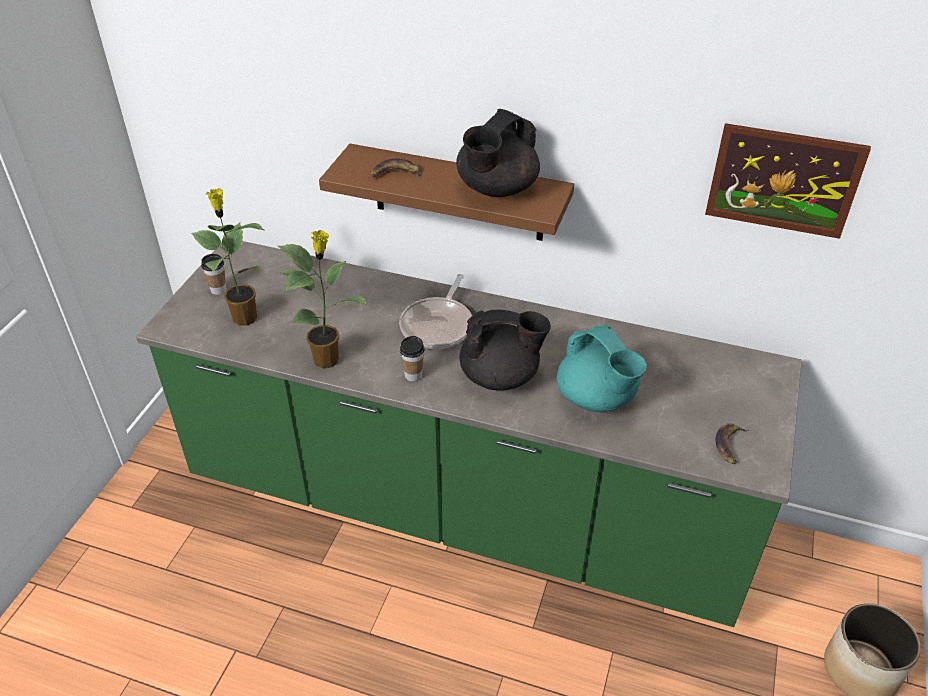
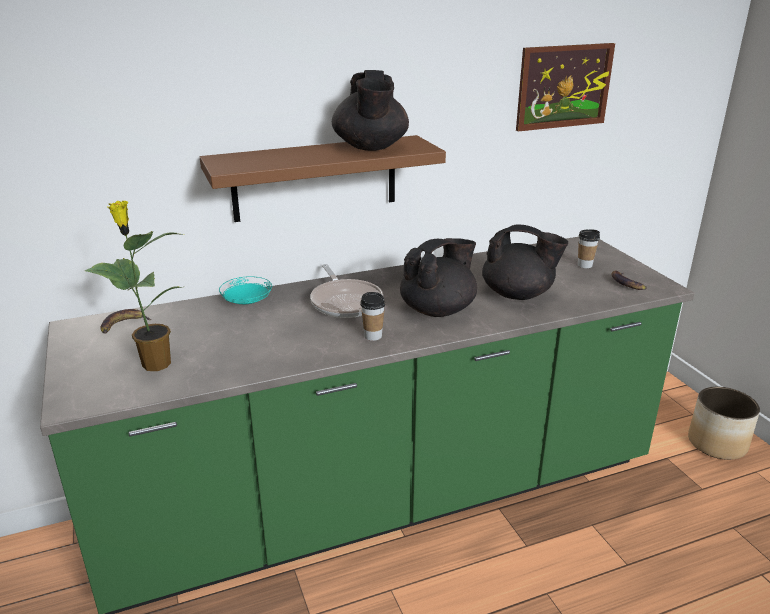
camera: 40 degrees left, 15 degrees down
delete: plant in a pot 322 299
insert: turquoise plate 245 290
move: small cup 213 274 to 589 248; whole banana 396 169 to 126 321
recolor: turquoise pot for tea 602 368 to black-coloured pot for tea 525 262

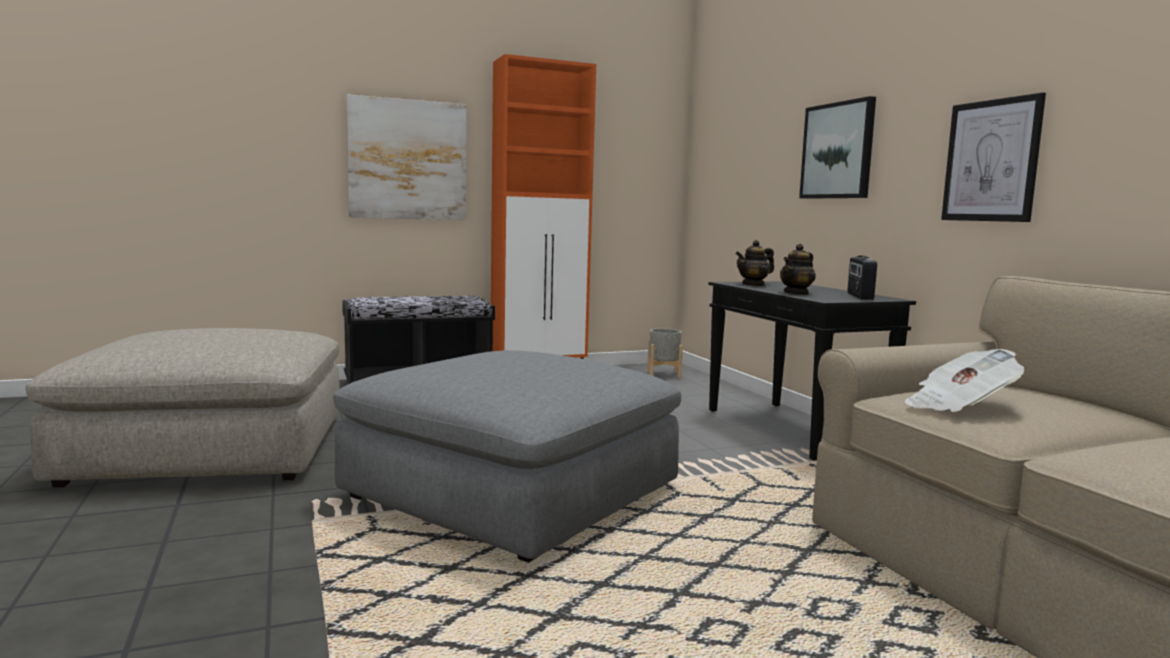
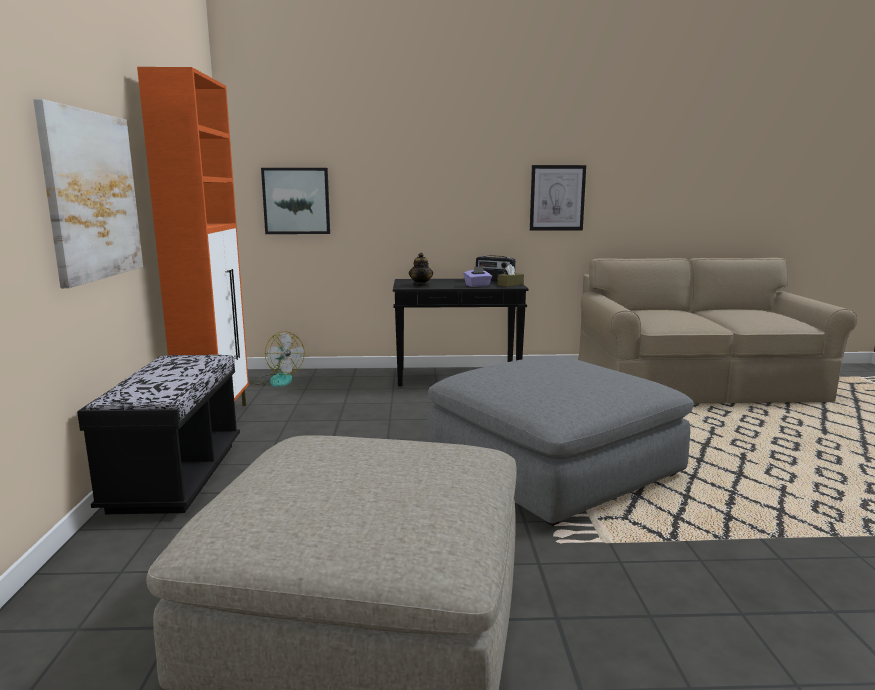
camera: 70 degrees left, 5 degrees up
delete: daily paper 964 380
insert: brownish box of tissues 511 275
move: wall picture 837 147 to 295 201
replace: grey plant pot 665 354 to cooling fan 278 359; pot for tea 798 269 to purple box of tissues 477 276

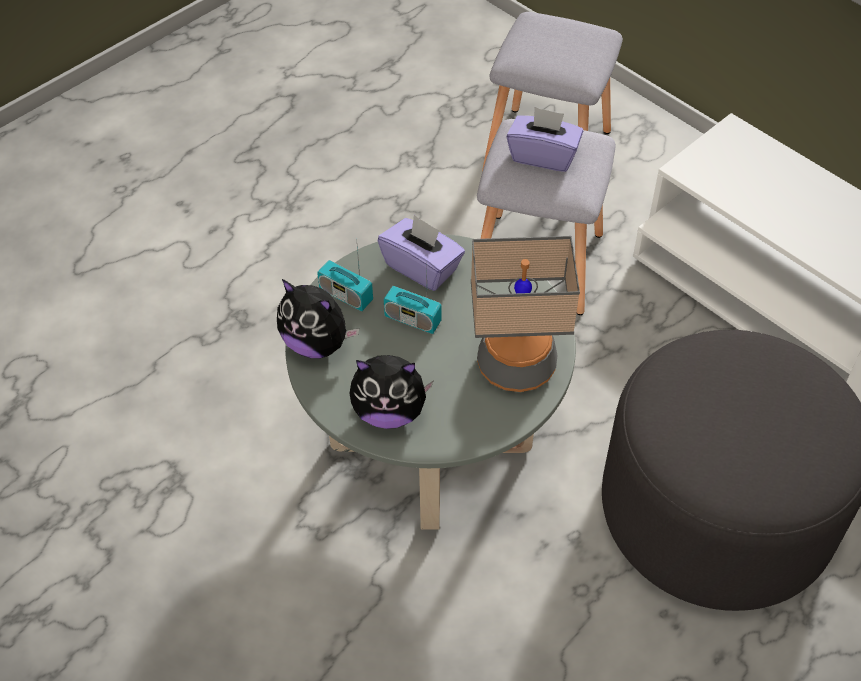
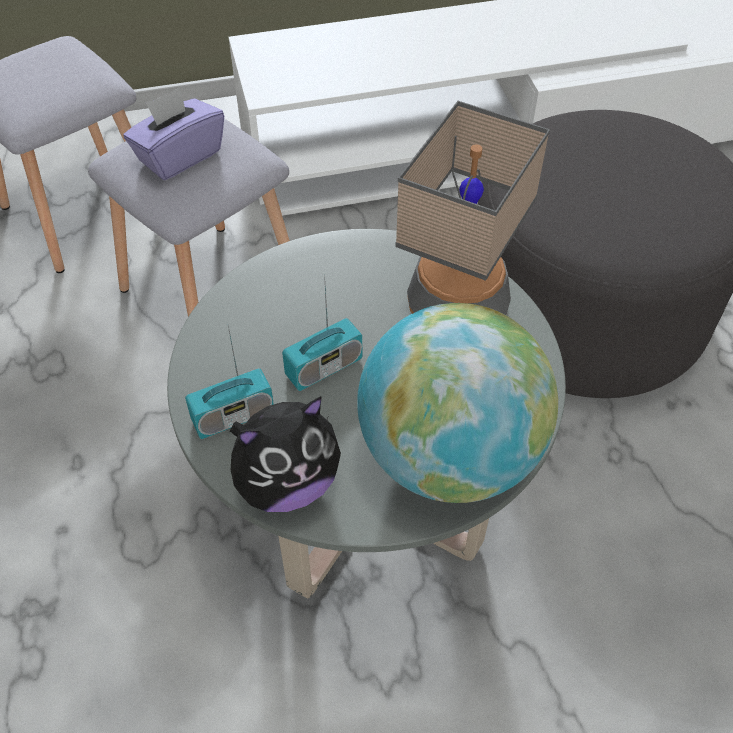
camera: 60 degrees left, 0 degrees up
delete: purple box of tissues 421 253
replace: cuddly toy 392 392 to globe 457 403

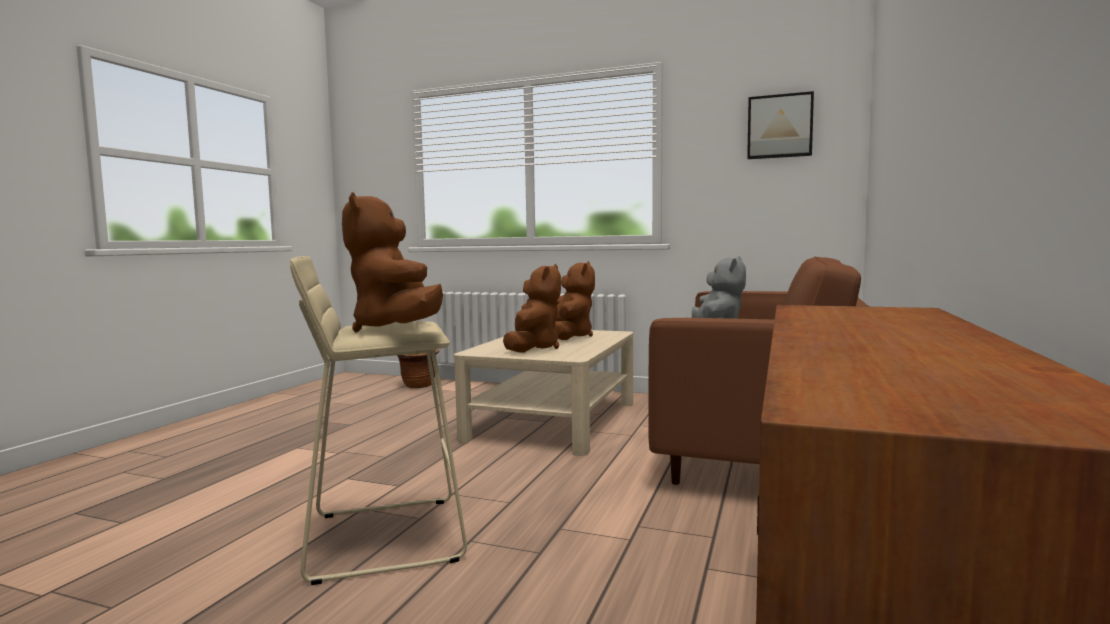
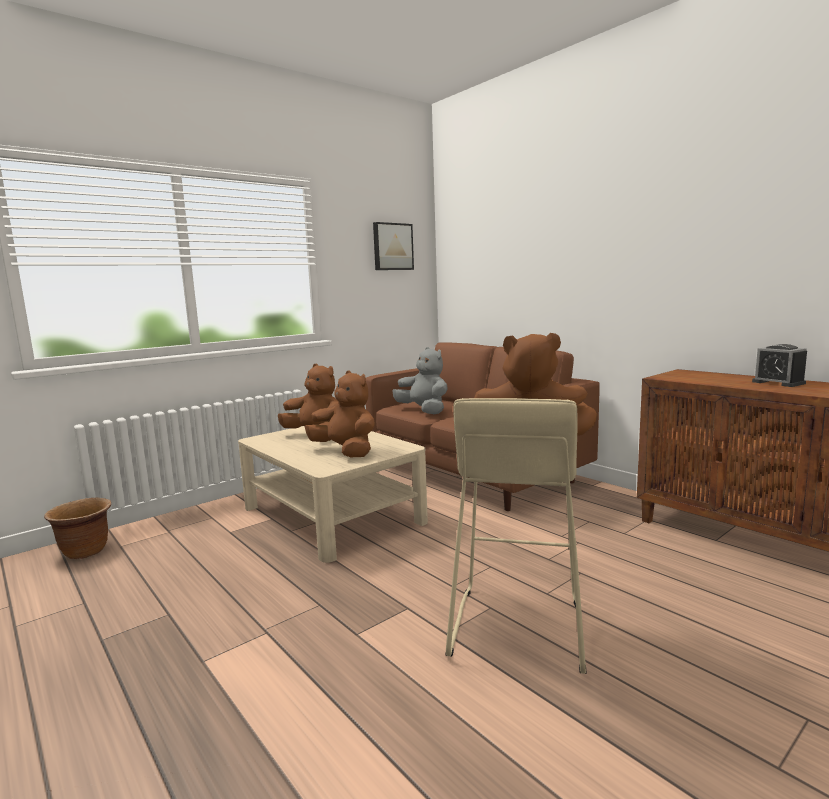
camera: 60 degrees left, 5 degrees up
insert: table clock 779 365

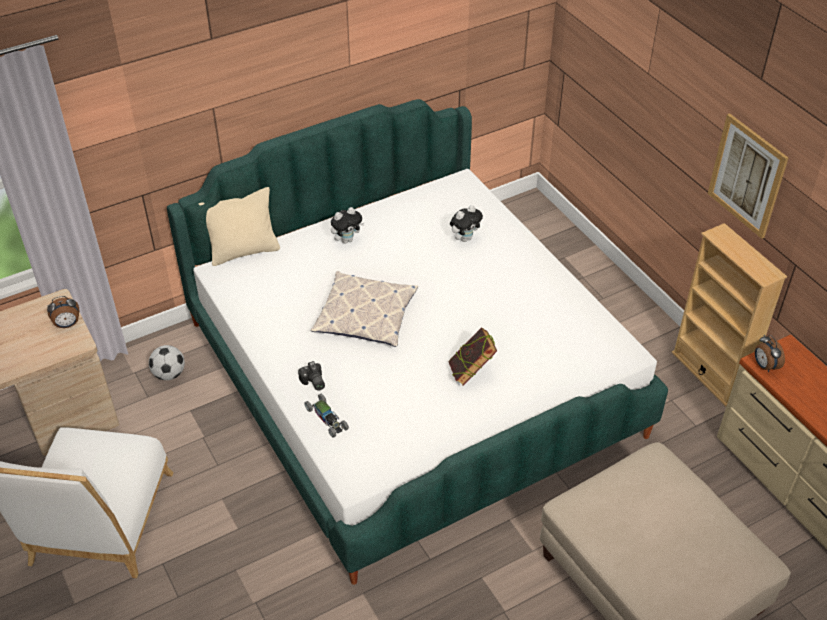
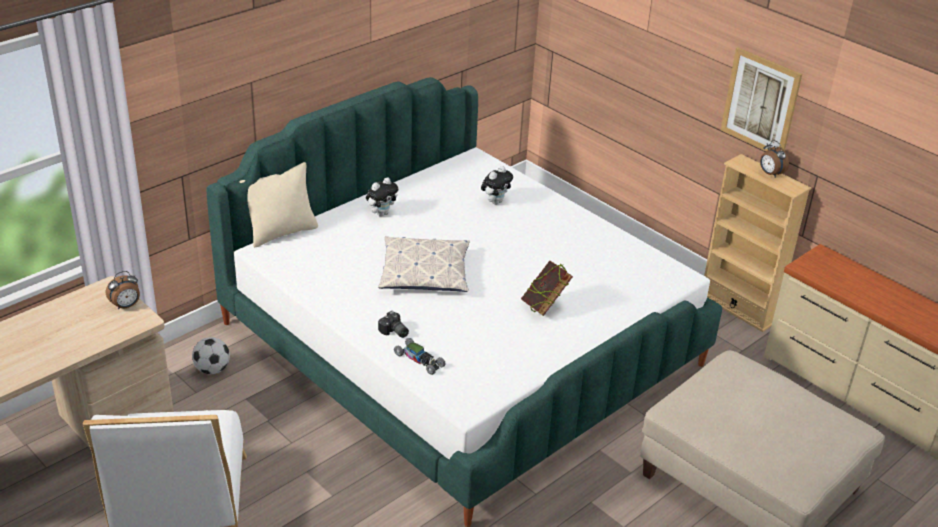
camera: 15 degrees left, 10 degrees down
move: table clock 770 353 to 774 159

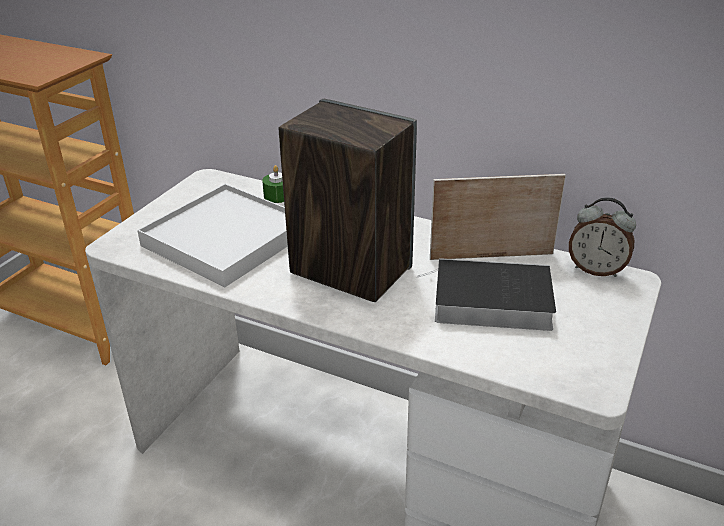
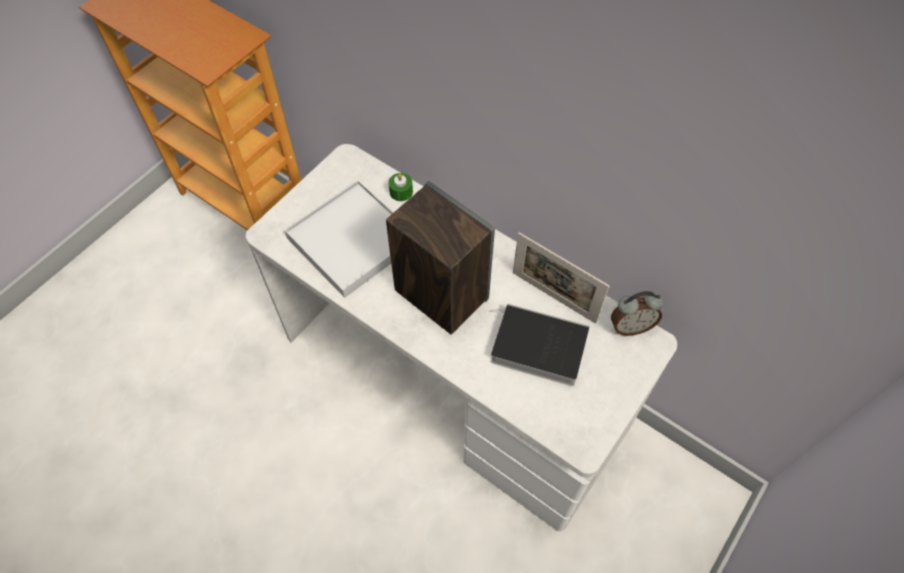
camera: 10 degrees right, 25 degrees up
rotate: picture frame 498 217 = 561 278 150 degrees counterclockwise; table clock 602 237 = 637 313 45 degrees counterclockwise

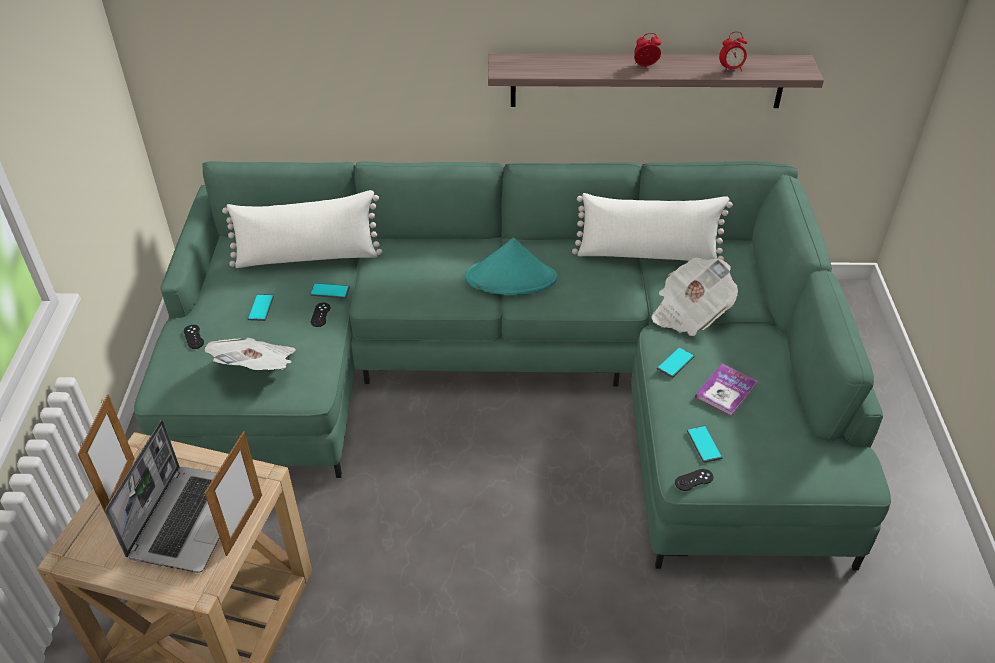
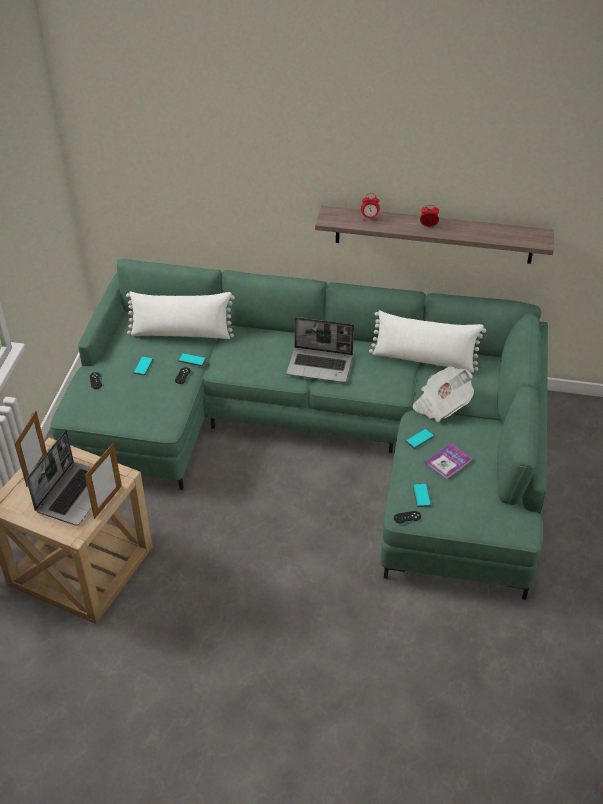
camera: 10 degrees right, 0 degrees up
delete: daily paper 250 354
move: table clock 733 52 to 370 206
replace: turquoise hat 511 266 to portable computer 320 350

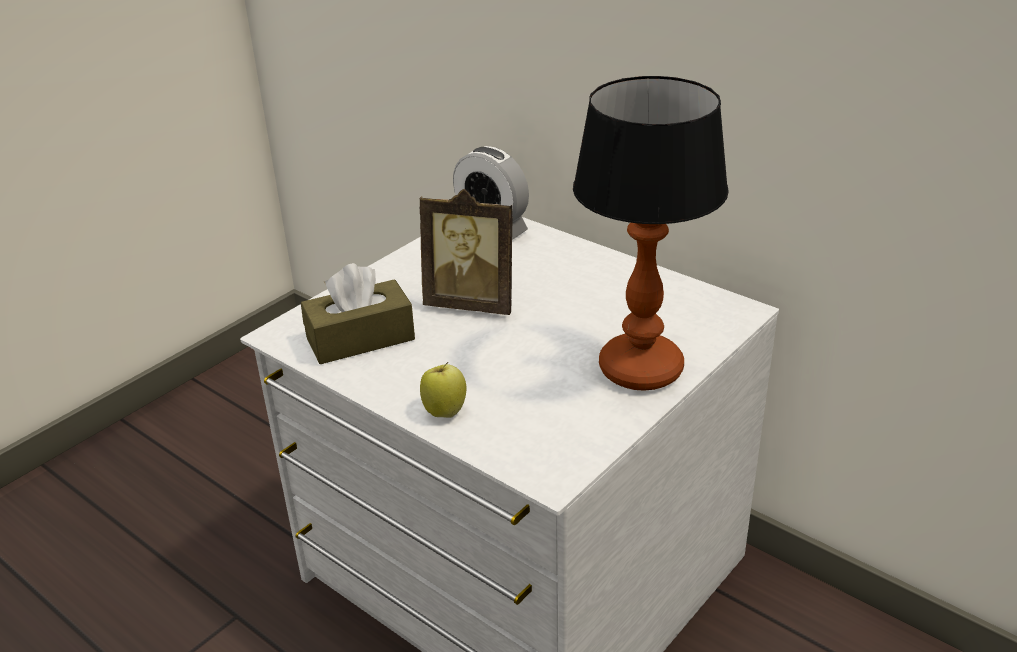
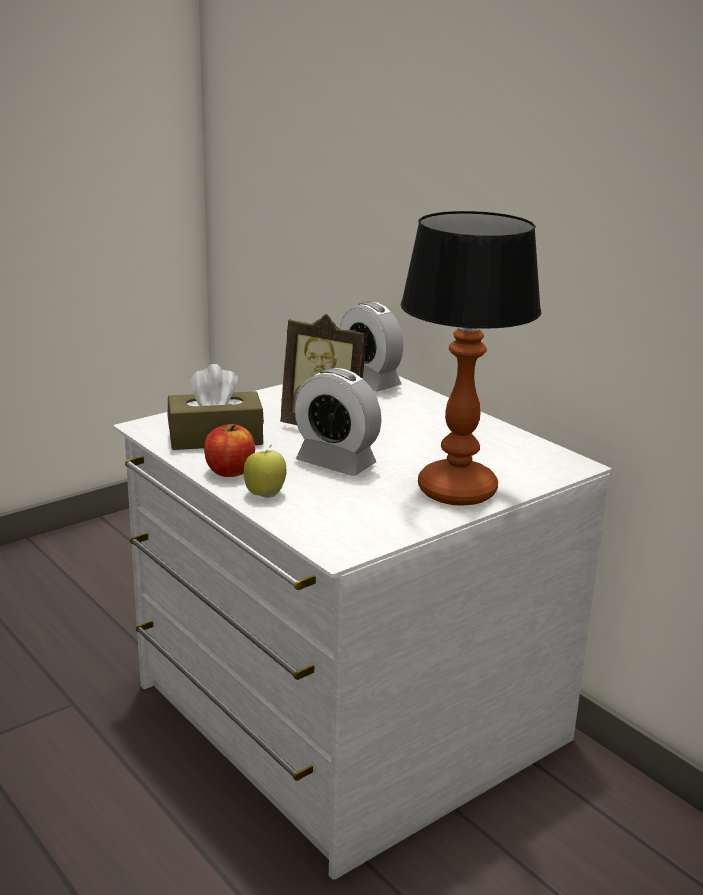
camera: 10 degrees right, 10 degrees down
insert: apple 229 450; table clock 338 422

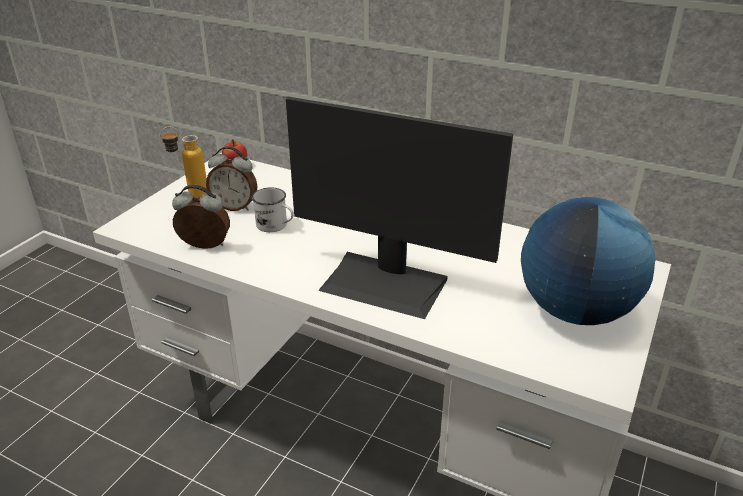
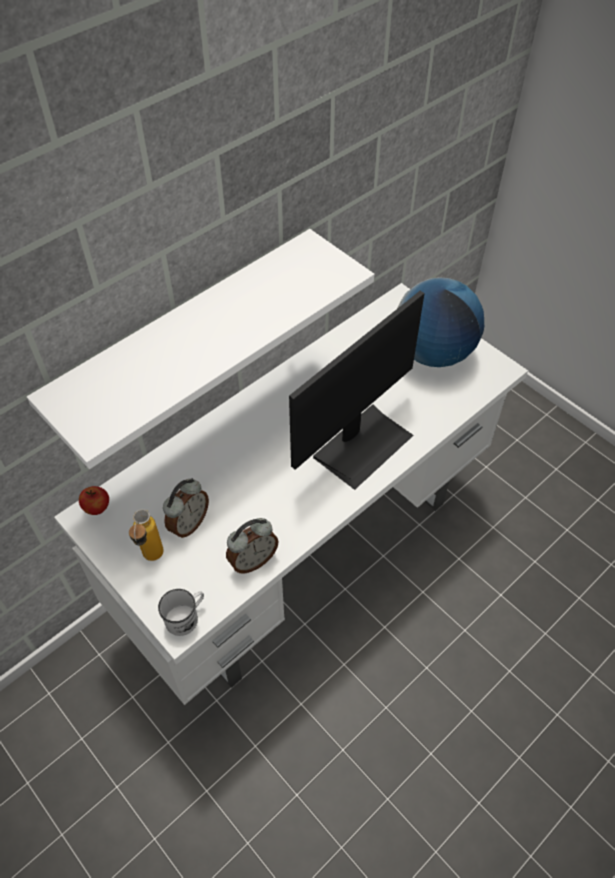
camera: 70 degrees left, 20 degrees up
insert: white-coloured wall shelf 200 349
move: white-coloured coffee mug 273 209 to 181 612
rotate: table clock 201 217 = 252 545 150 degrees counterclockwise

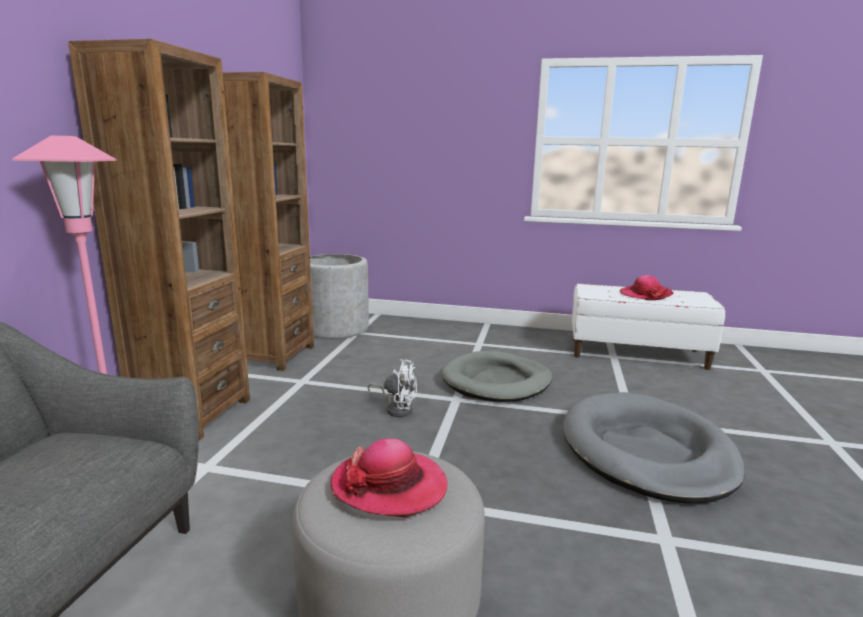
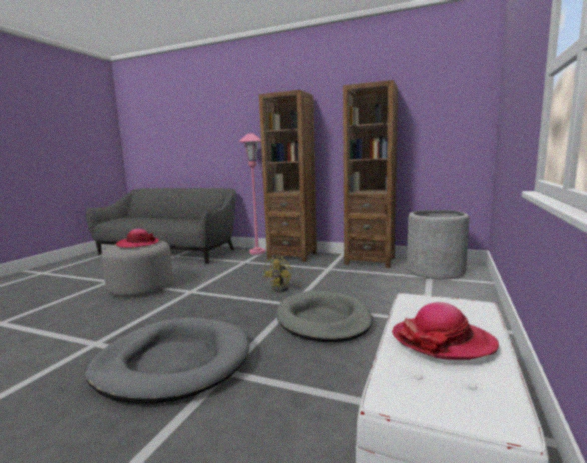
camera: 100 degrees right, 5 degrees down
recolor: white-coloured cooling fan 392 388 to yellowish cooling fan 284 274

